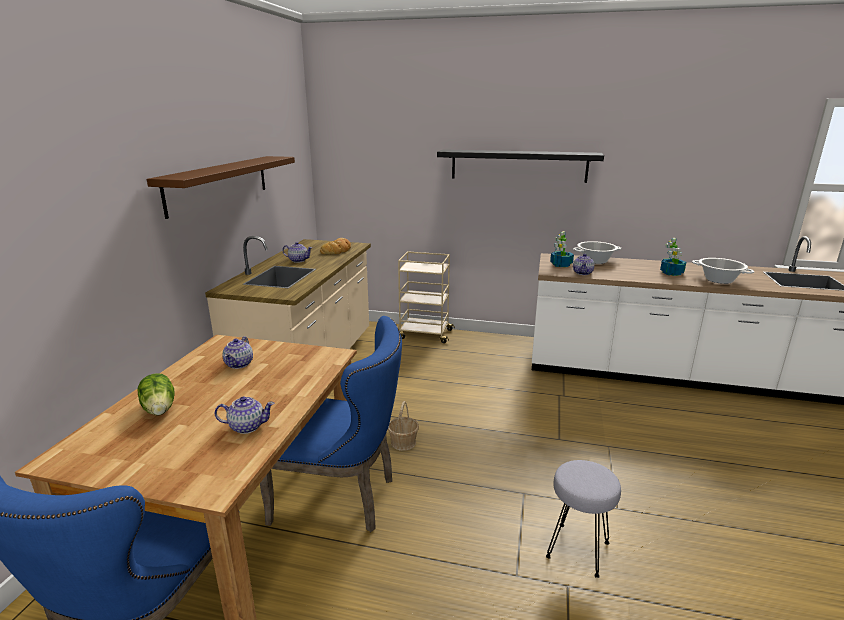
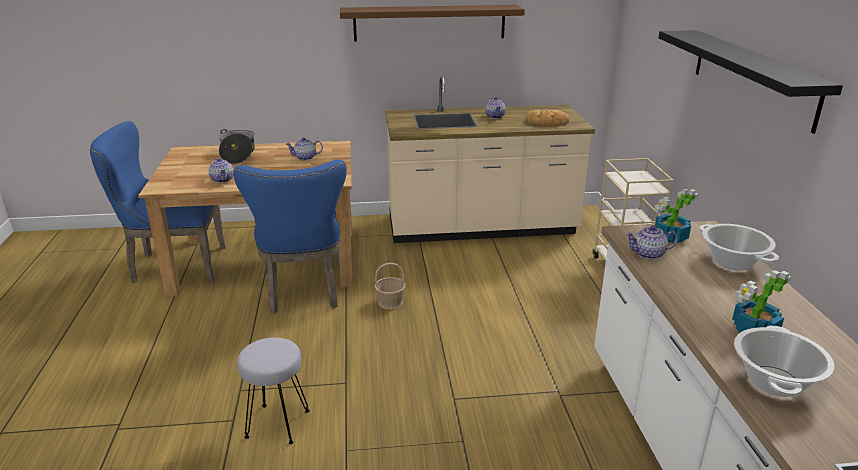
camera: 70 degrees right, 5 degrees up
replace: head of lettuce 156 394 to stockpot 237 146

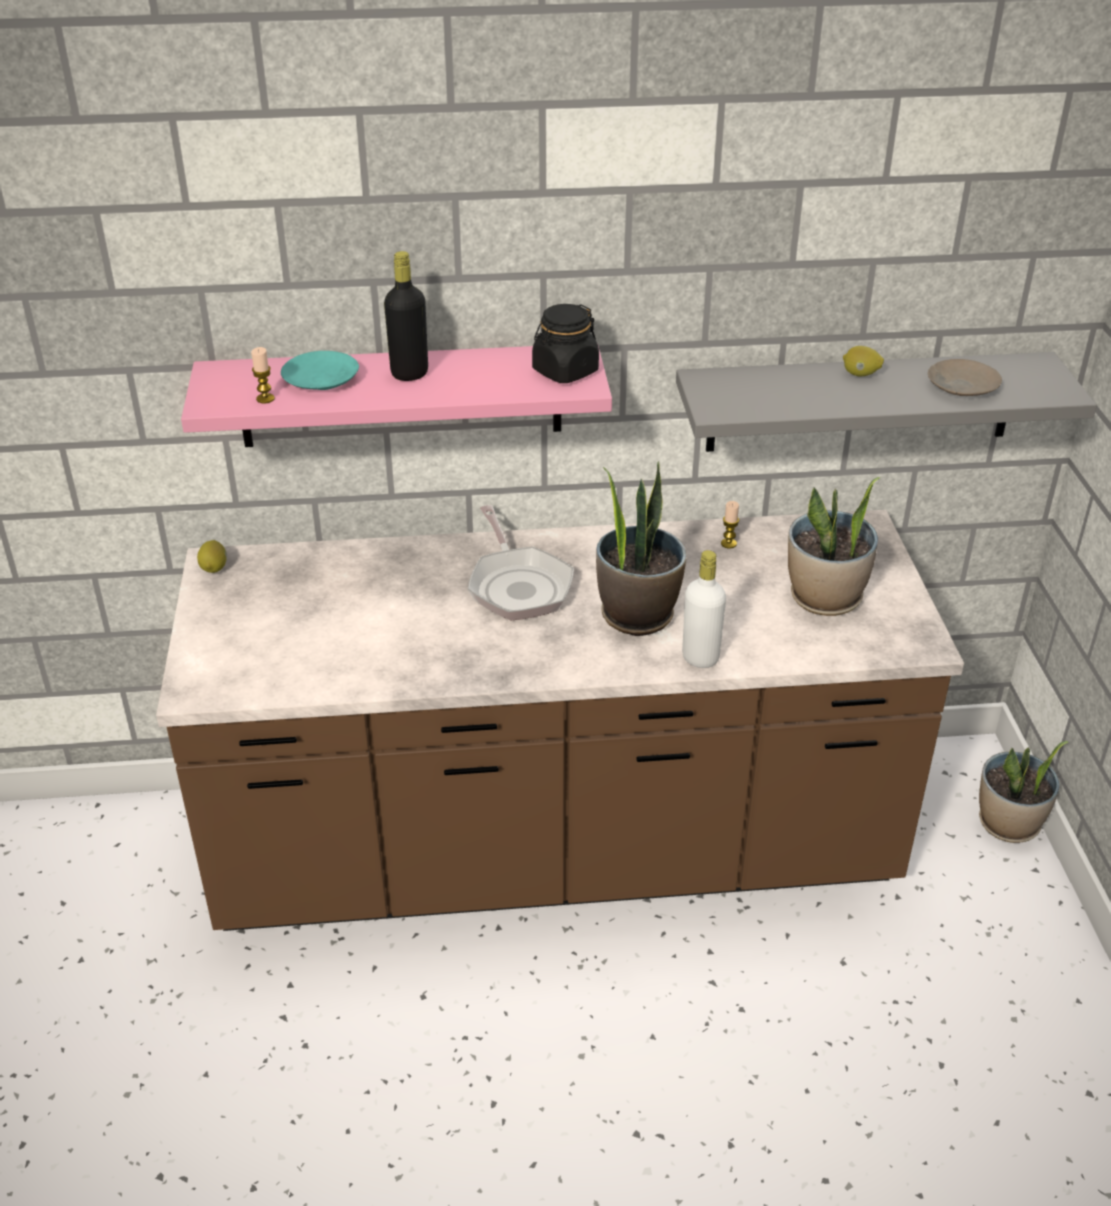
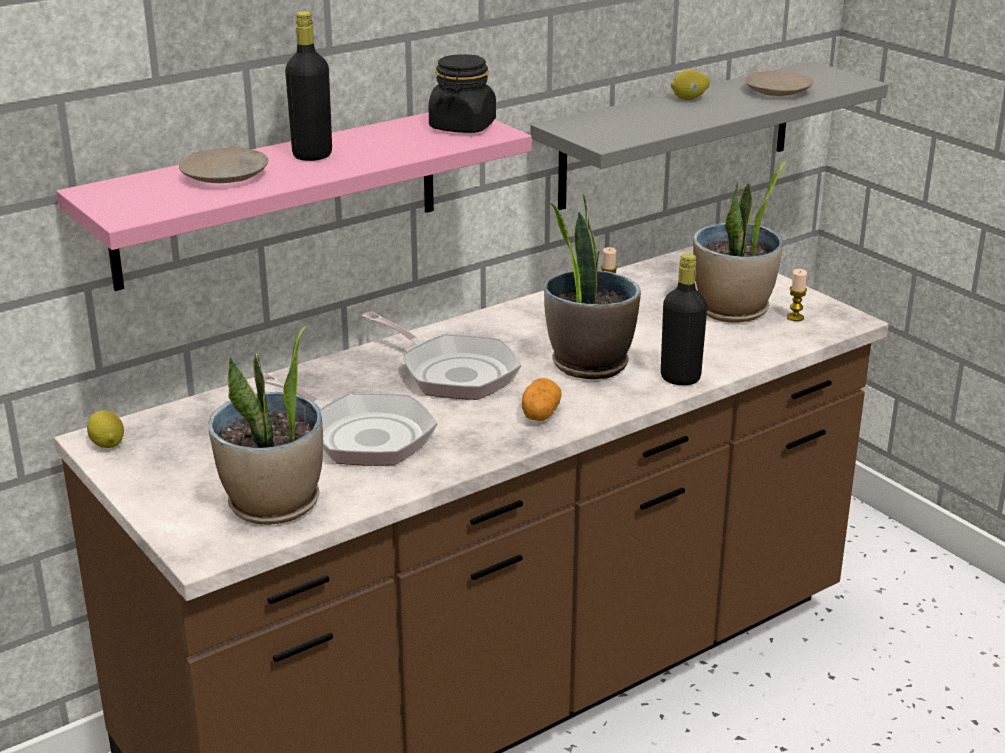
camera: 30 degrees left, 10 degrees down
insert: skillet 350 419; whole potato 541 399
move: wax light 263 375 to 797 295; plant in a pot 1023 792 to 265 425
recolor: turquoise plate 320 370 to sand-coloured plate 224 165; white-coloured bottle 704 609 to black-coloured bottle 684 319

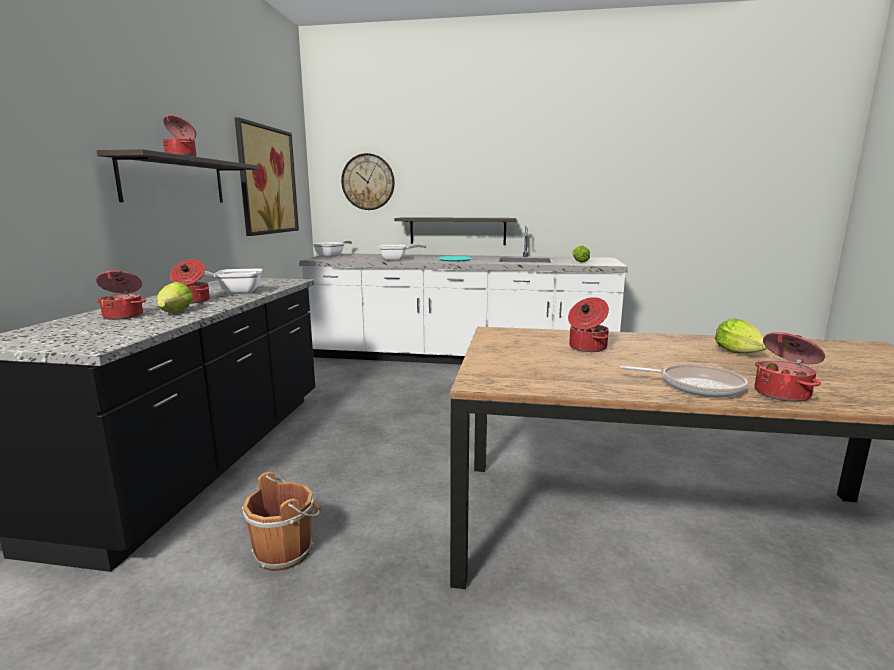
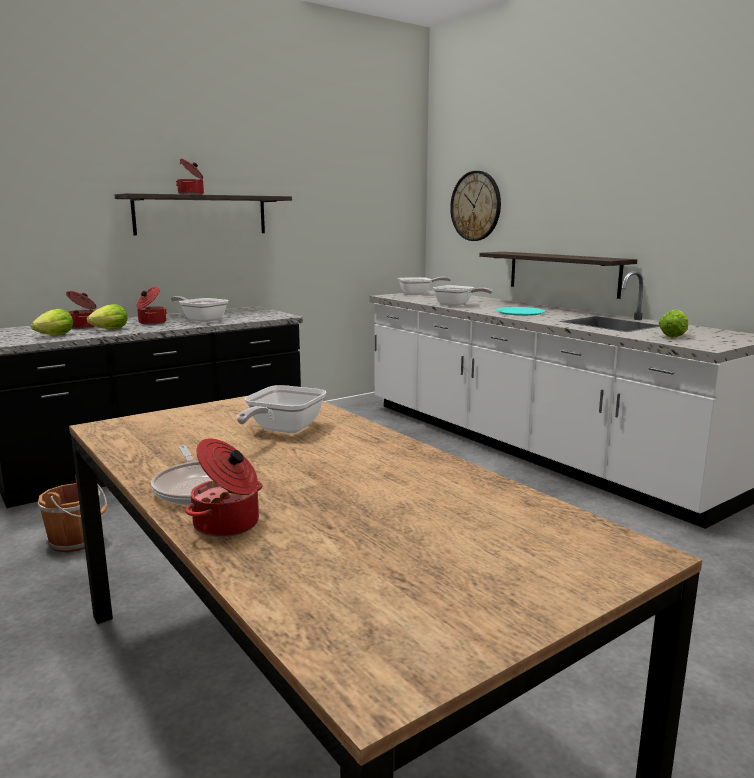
camera: 45 degrees right, 0 degrees up
delete: wall picture 267 176
move: head of lettuce 741 335 to 52 322
replace: stockpot 588 324 to skillet 281 409

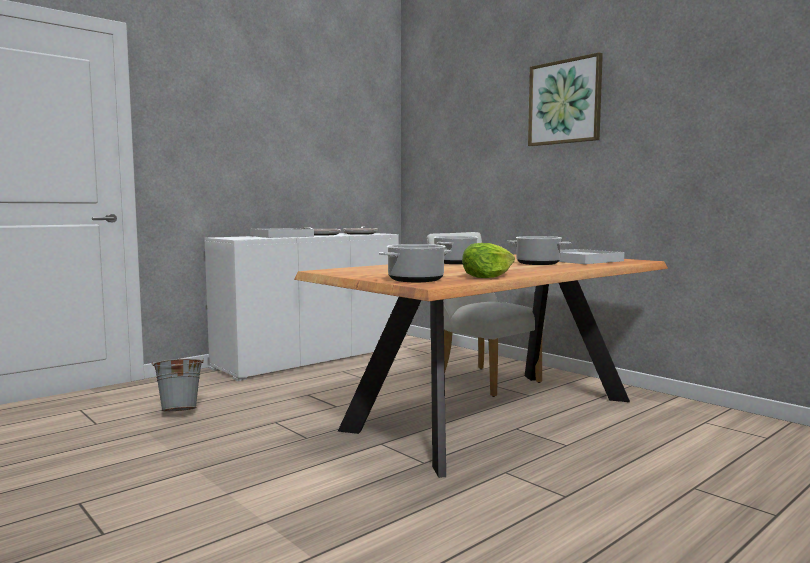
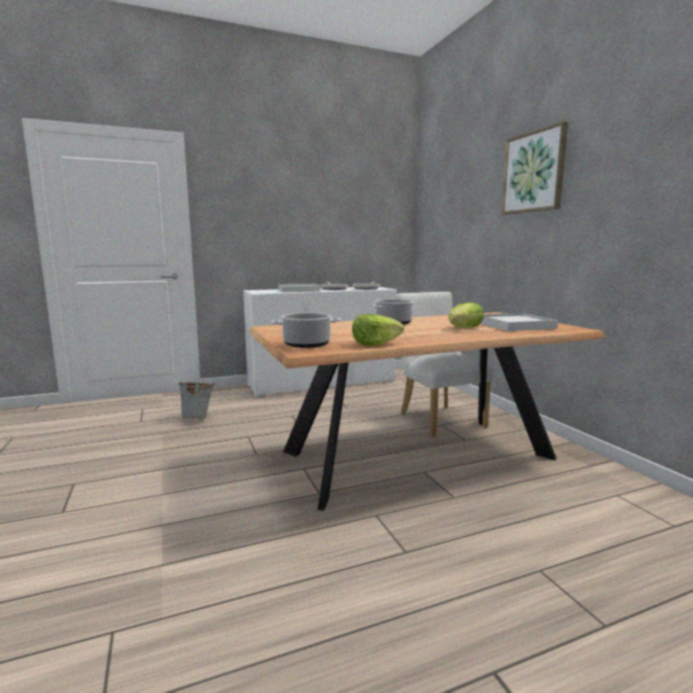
camera: 20 degrees right, 5 degrees up
replace: stockpot 539 250 to head of lettuce 466 314

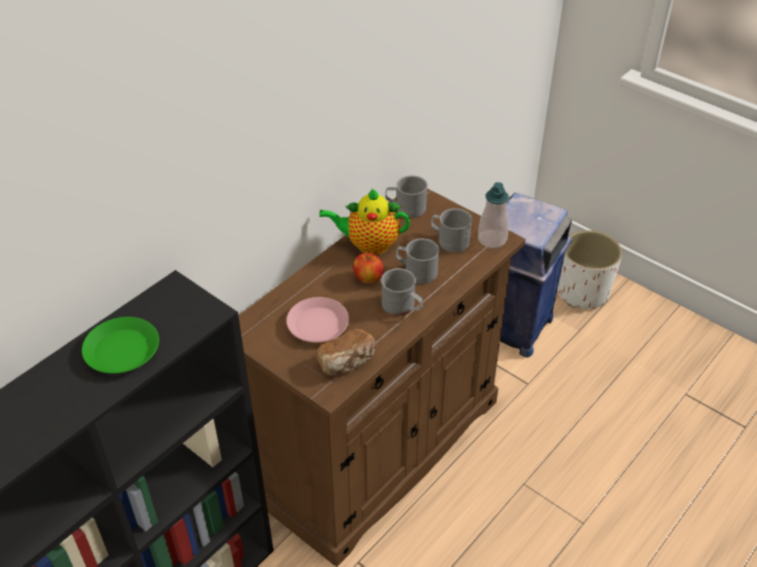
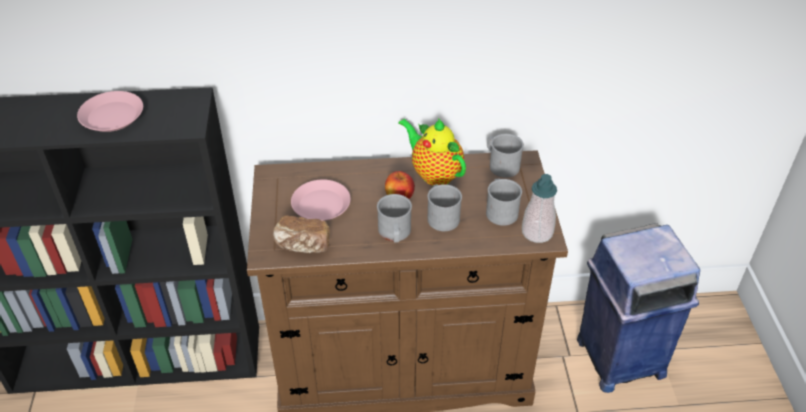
camera: 45 degrees right, 0 degrees up
delete: white-coloured plant pot 590 269
recolor: green-coloured plate 120 345 to pinkish plate 110 111

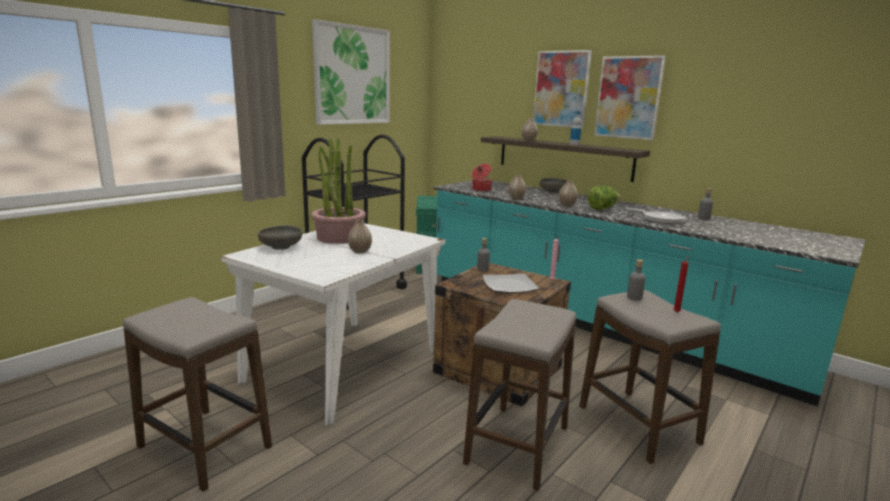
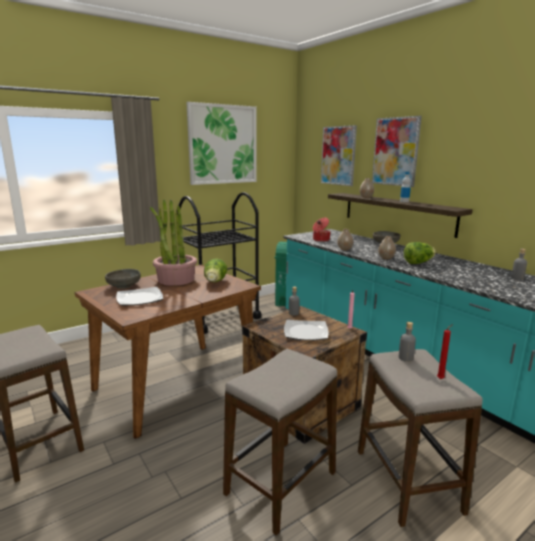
camera: 15 degrees right, 0 degrees up
delete: flower vase 360 237; skillet 655 215
insert: plate 139 296; head of lettuce 215 270
move: wall picture 630 97 to 339 155
recolor: white-coloured dinner table 333 324 to brownish dinner table 168 352

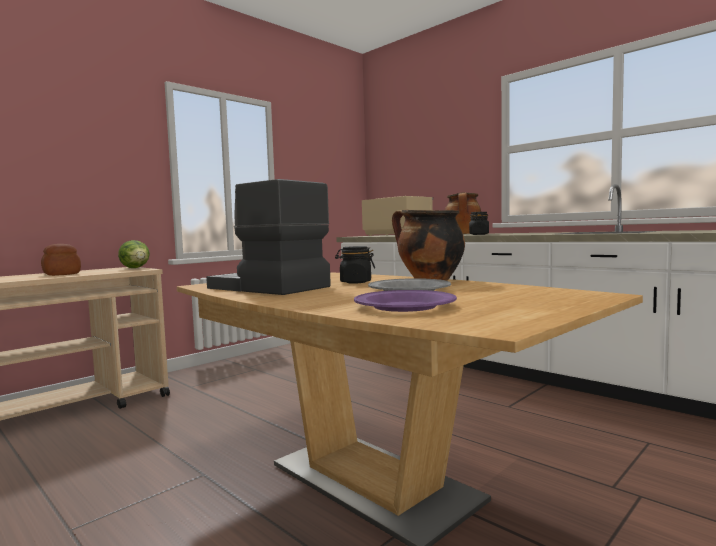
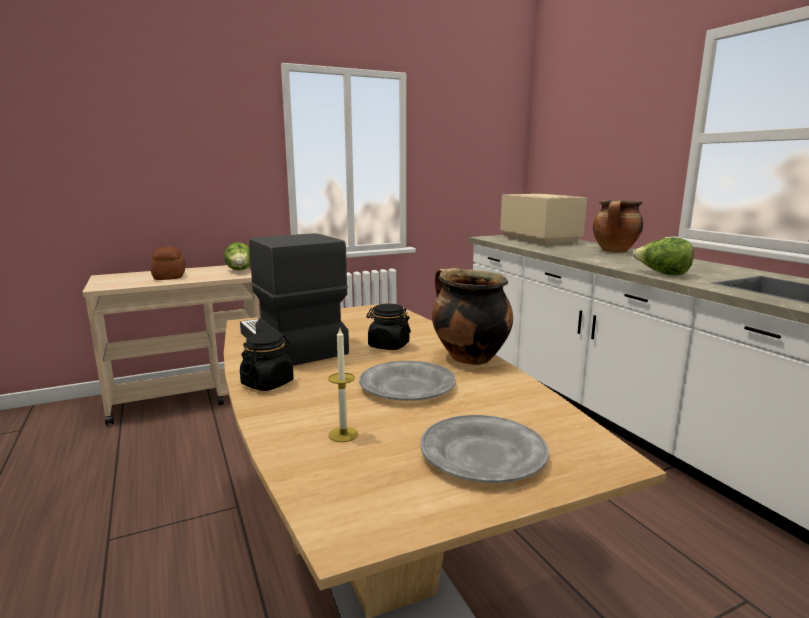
camera: 20 degrees right, 10 degrees up
insert: grey plate 484 449; head of lettuce 663 256
move: black-coloured preserve jar 479 223 to 267 361
replace: purple plate 405 301 to wax light 344 385

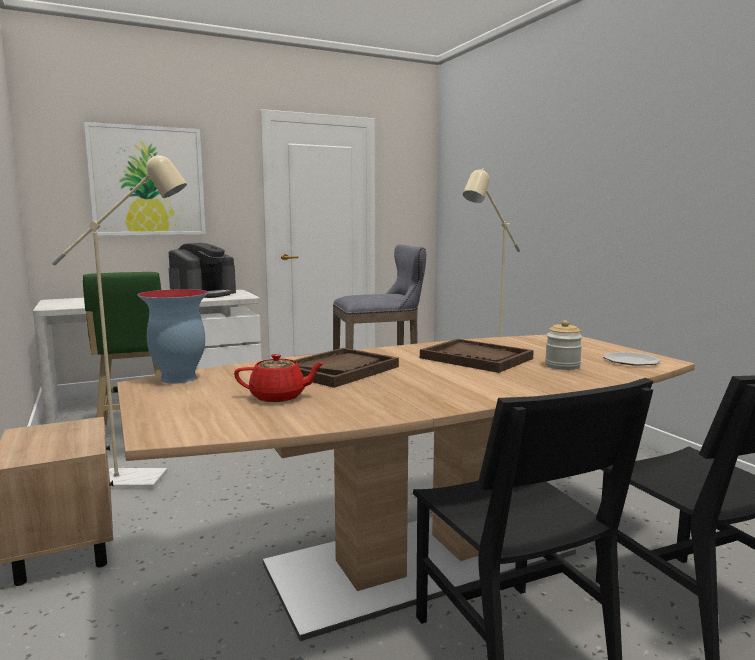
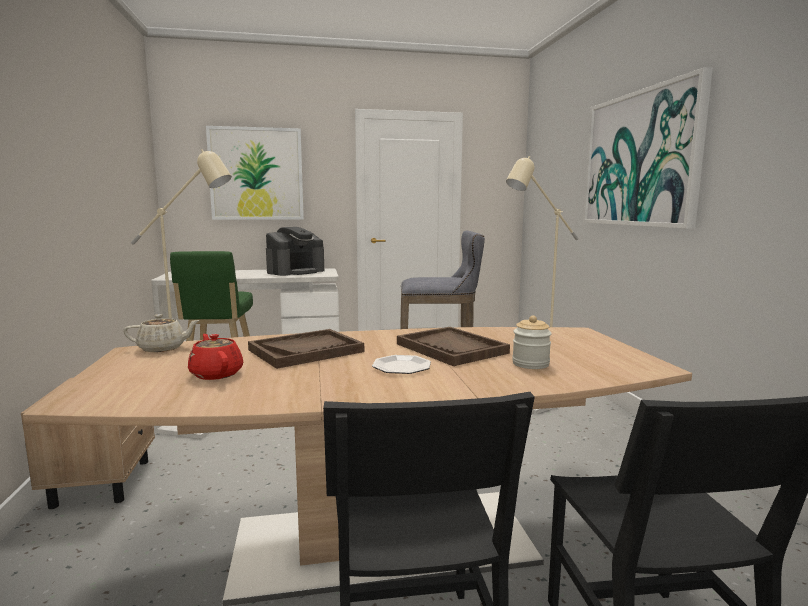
camera: 15 degrees right, 0 degrees up
insert: wall picture 648 148
move: plate 632 359 to 401 364
replace: flower vase 173 336 to sand-coloured pot for tea 161 333
rotate: reddish pot for tea 279 378 = 215 357 135 degrees counterclockwise

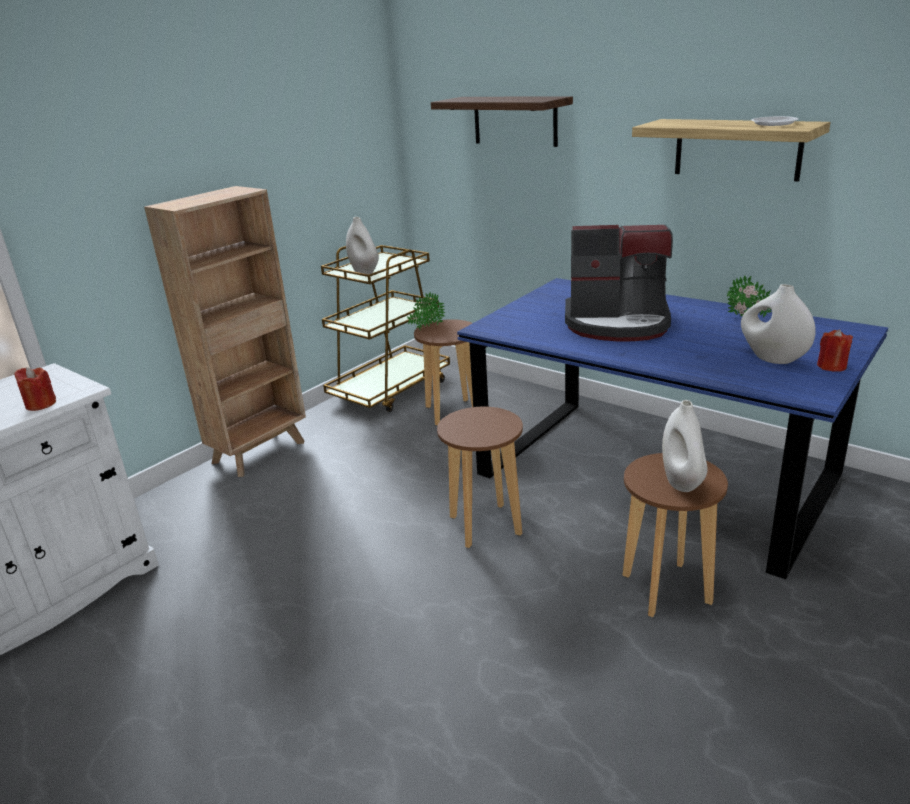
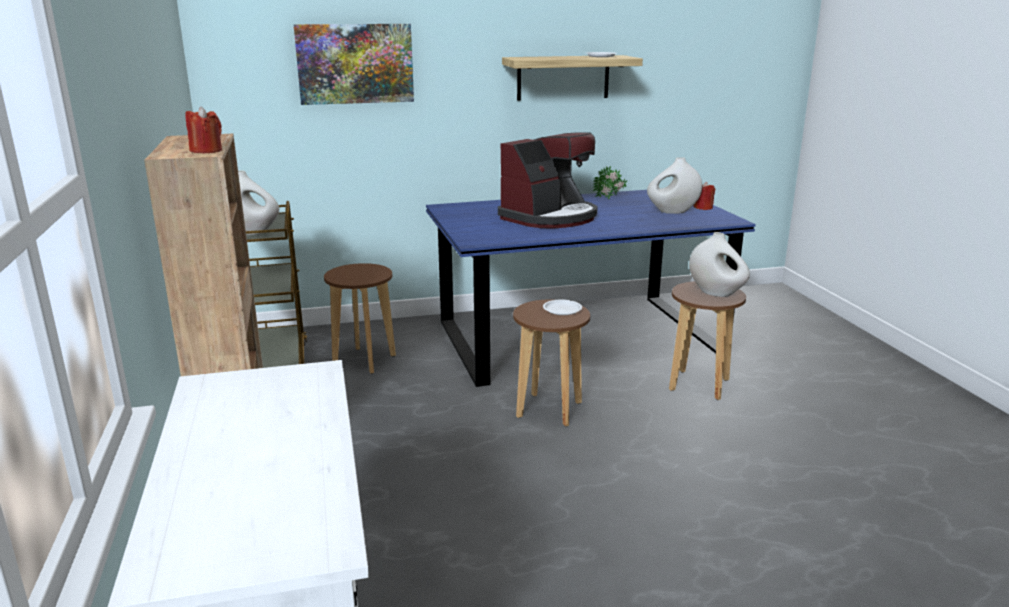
camera: 55 degrees left, 5 degrees down
delete: plant in a pot 426 311
insert: white-coloured plate 562 307
move: reddish wax light 35 389 to 204 130
replace: wall shelf 502 121 to wall picture 354 64

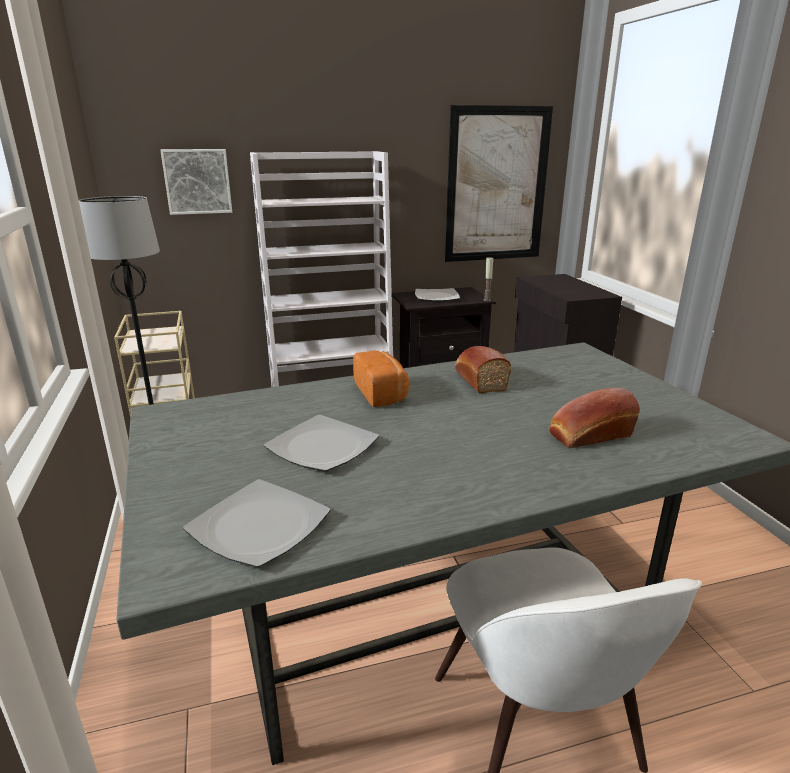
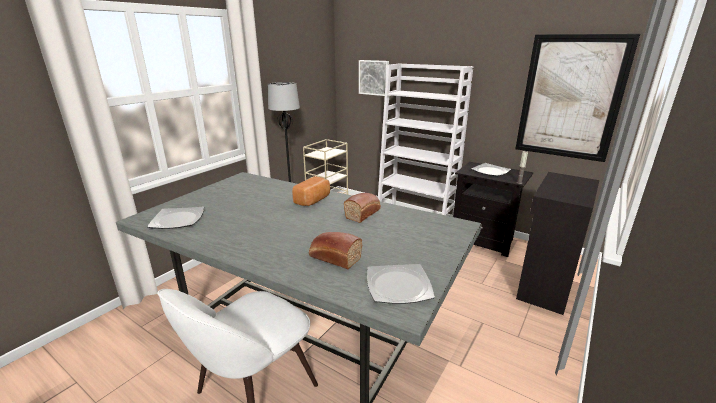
camera: 50 degrees right, 0 degrees up
move: plate 321 443 to 401 284

